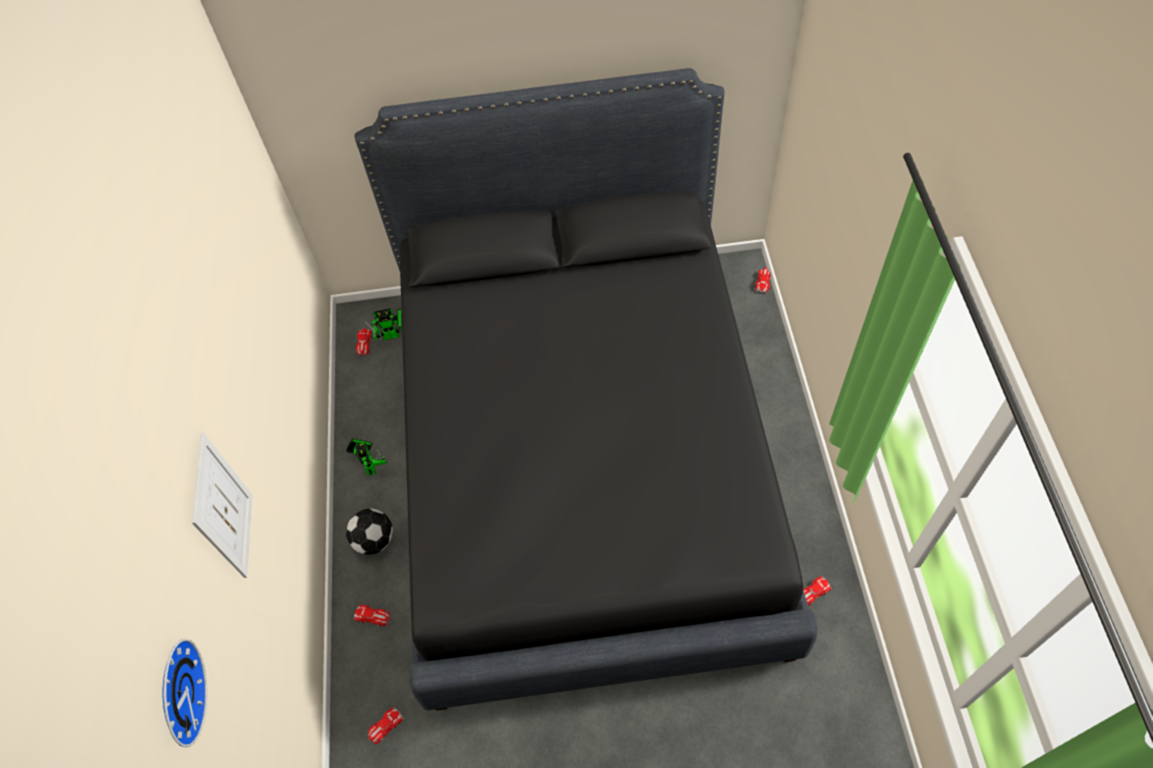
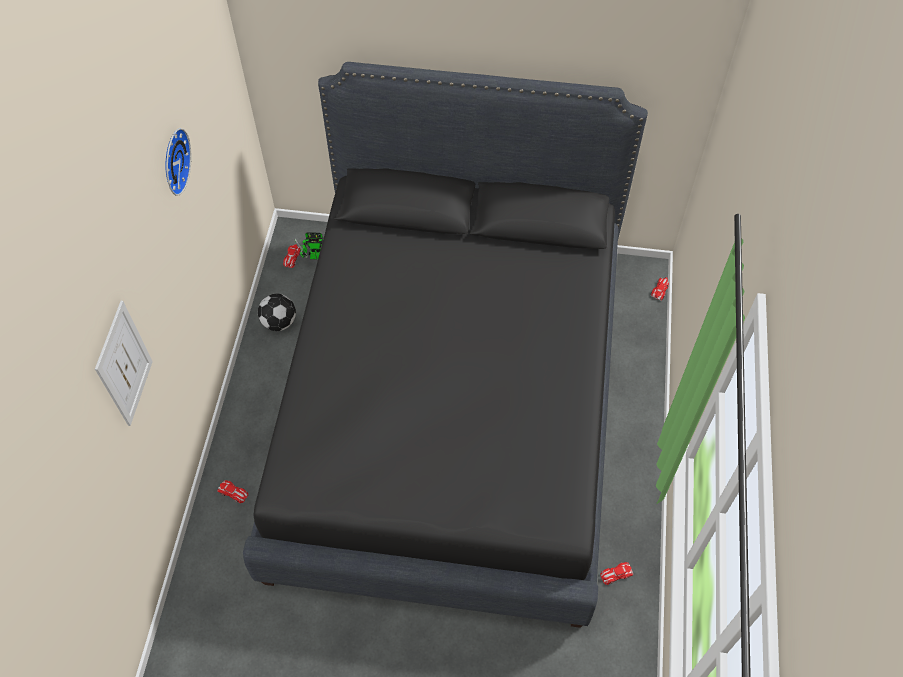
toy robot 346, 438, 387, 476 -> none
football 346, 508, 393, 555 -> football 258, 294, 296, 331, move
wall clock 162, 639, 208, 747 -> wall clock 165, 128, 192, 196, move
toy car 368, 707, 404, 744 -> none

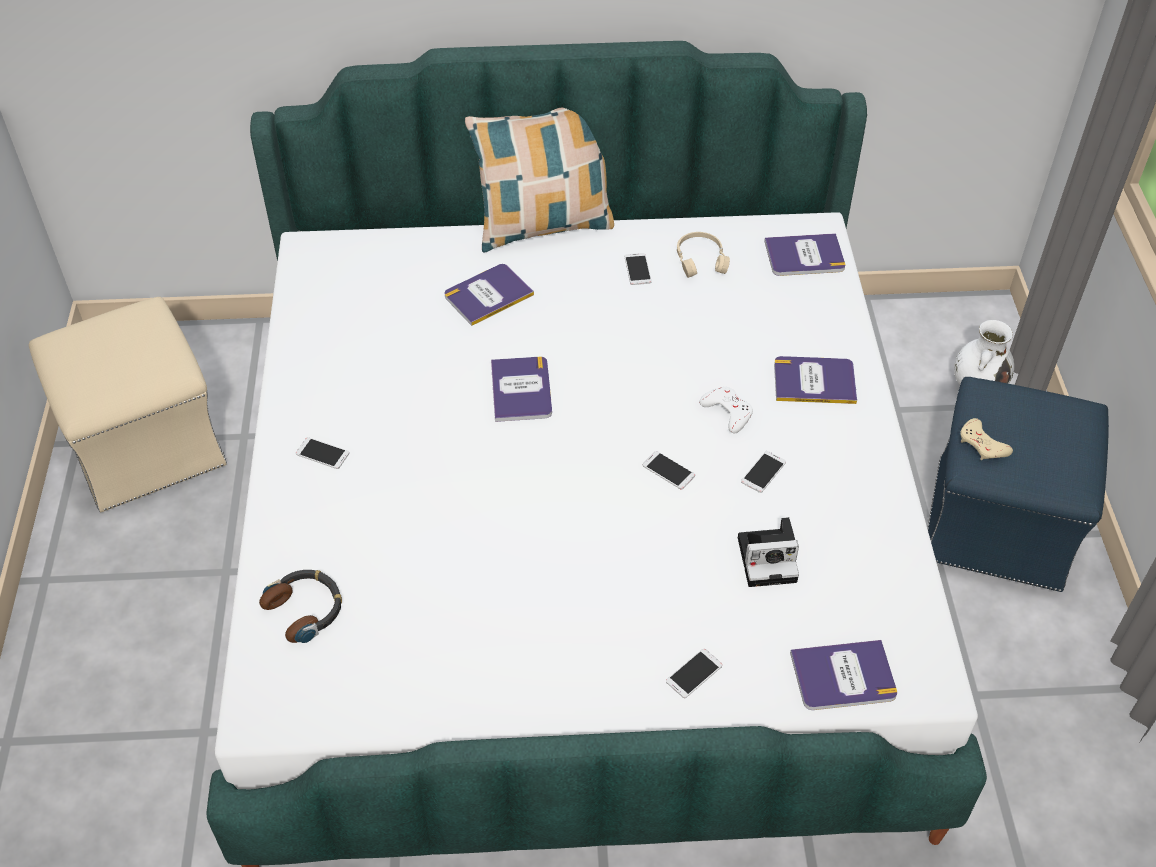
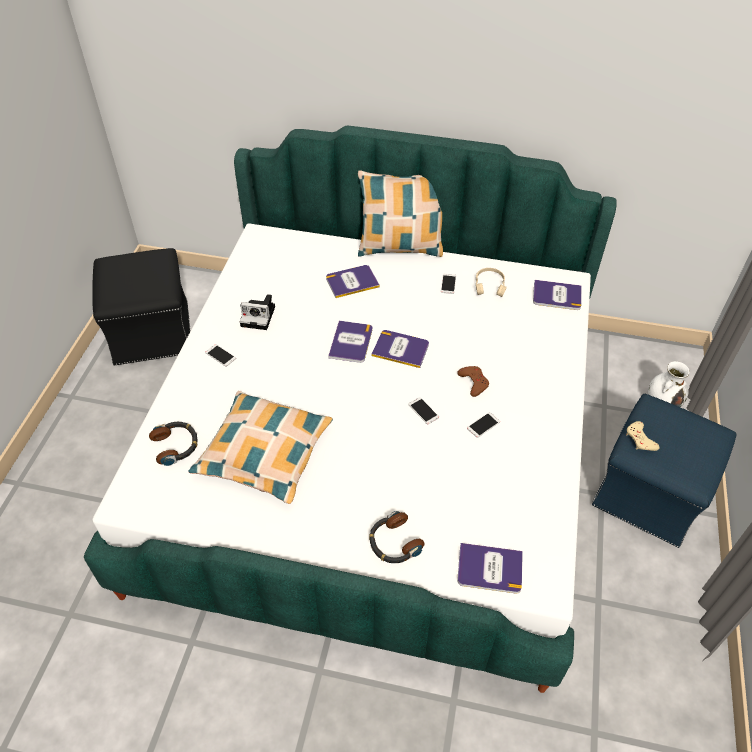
beige ottoman 29, 297, 227, 512 -> black ottoman 92, 248, 191, 366
book 774, 356, 857, 404 -> book 372, 330, 429, 368, move
white game controller 699, 387, 753, 434 -> brown game controller 457, 366, 489, 397
photo camera 738, 517, 799, 587 -> photo camera 240, 294, 275, 330, move
phone 666, 649, 722, 698 -> headphones 369, 511, 424, 563
none -> pillow 188, 391, 333, 504

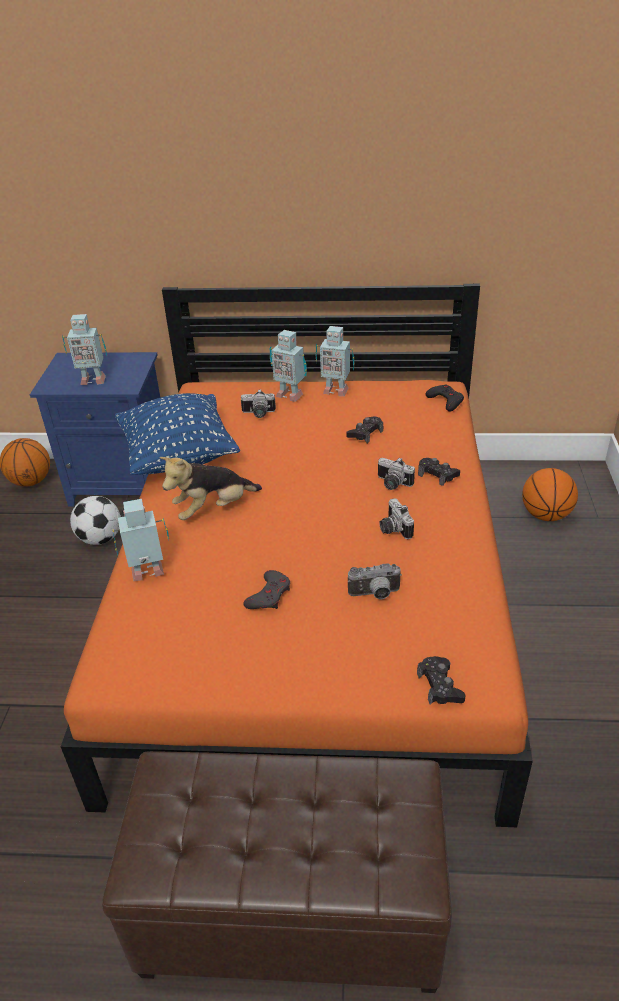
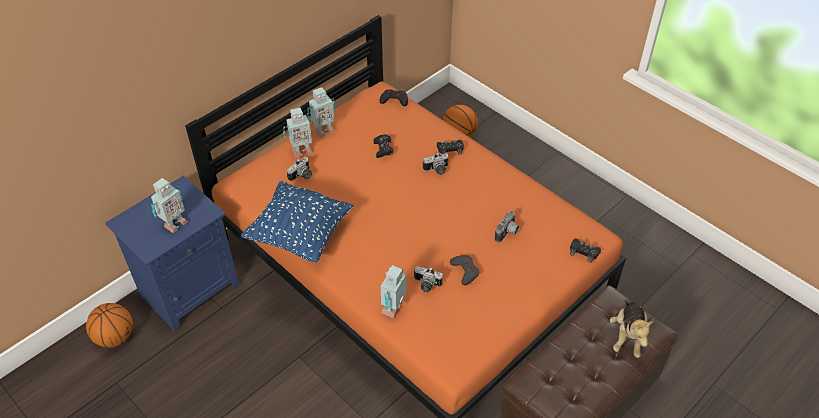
plush toy 159, 457, 262, 520 -> plush toy 610, 300, 653, 358, move
football 70, 496, 121, 545 -> none
photo camera 379, 498, 414, 539 -> photo camera 414, 266, 443, 292, move

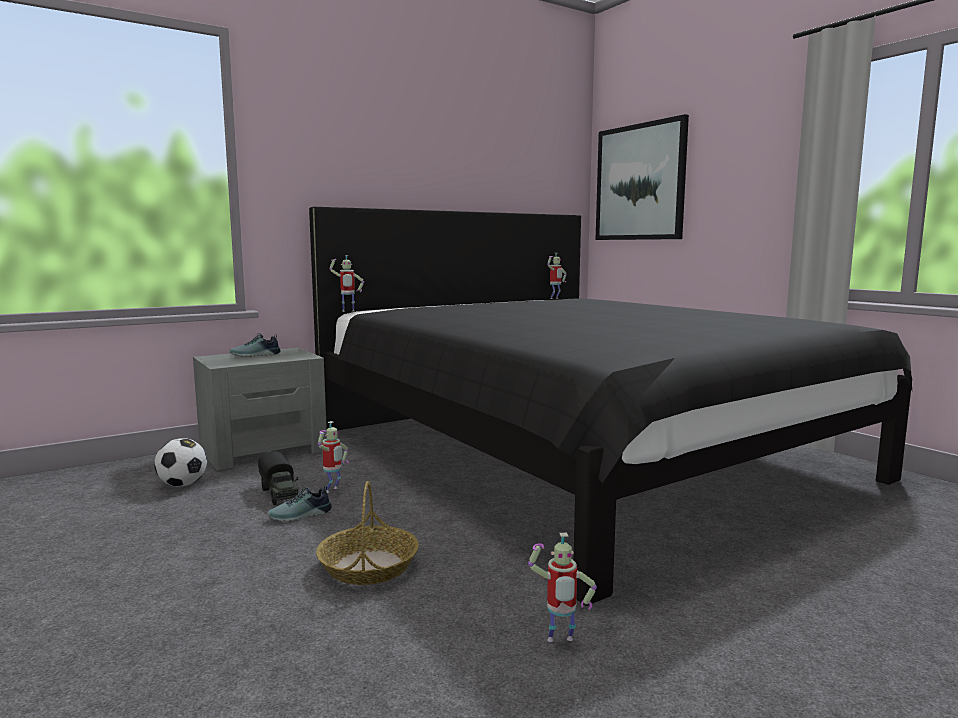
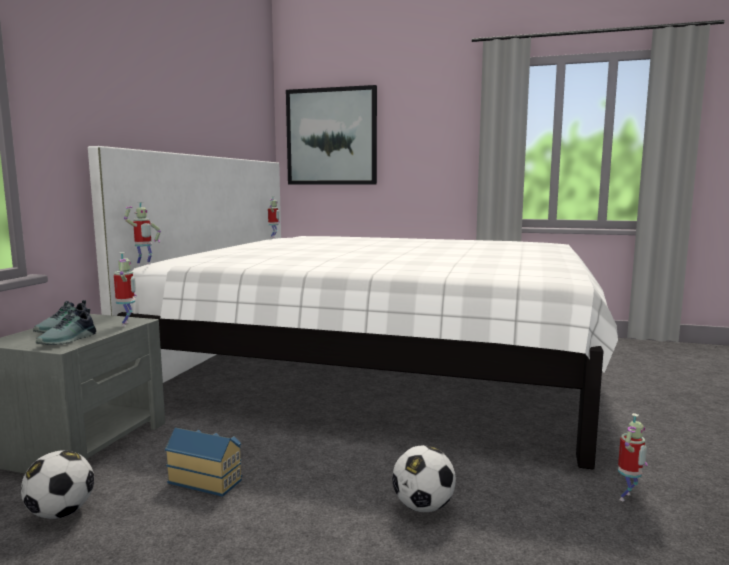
black bed 309, 207, 912, 606 -> white bed 88, 146, 618, 470
toy robot 318, 421, 349, 493 -> toy robot 114, 252, 137, 327, move
toy truck 258, 451, 298, 505 -> toy house 165, 428, 242, 497
basket 316, 481, 419, 585 -> football 392, 445, 456, 512
shoe 267, 485, 332, 522 -> shoe 36, 308, 96, 345, move

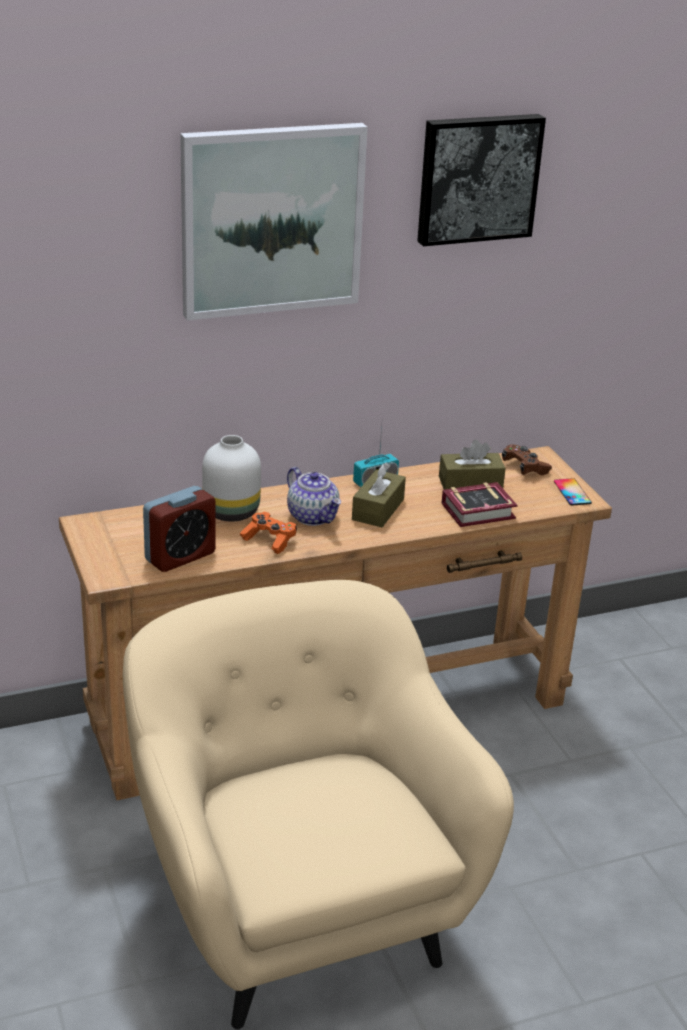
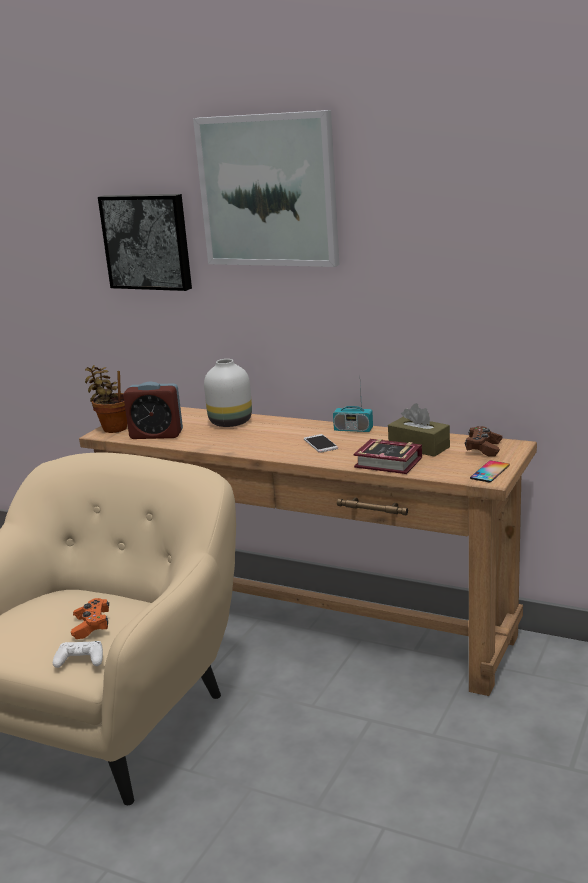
picture 417, 114, 546, 246 -> picture 98, 194, 192, 291, move
brown tissue box 352, 463, 406, 527 -> phone 304, 434, 338, 453
teapot 287, 467, 341, 526 -> none
orange game controller 240, 512, 297, 554 -> orange game controller 71, 598, 109, 639, move
none -> potted plant 85, 365, 127, 433
none -> white game controller 53, 641, 103, 668

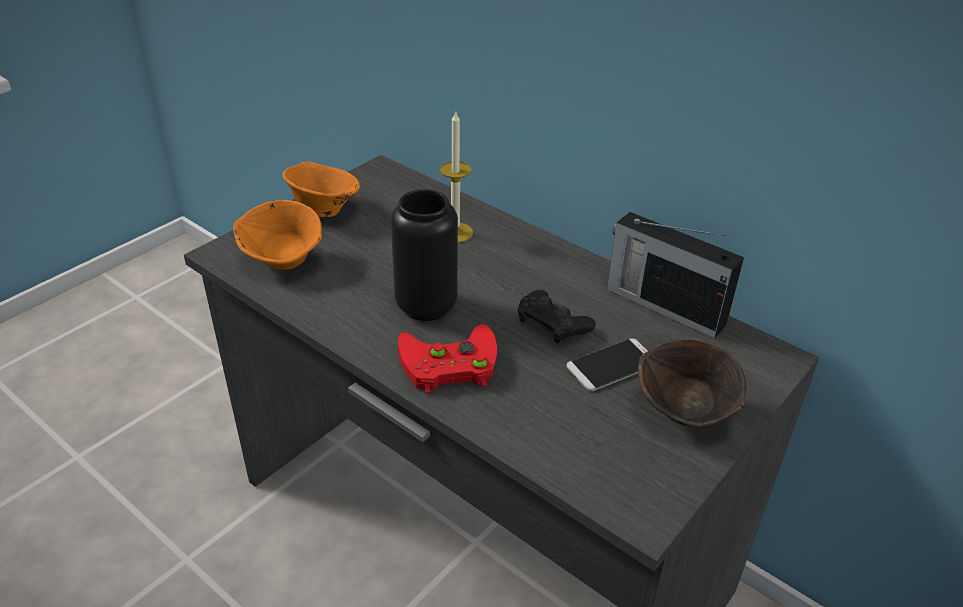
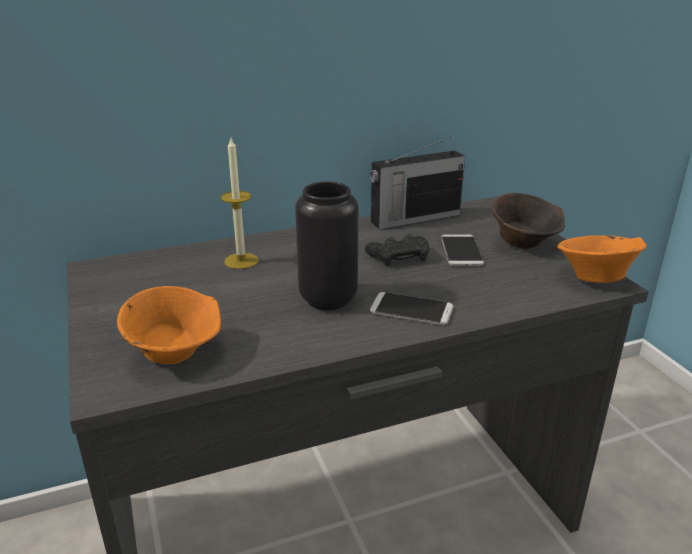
orange bowl 282, 161, 360, 217 -> orange bowl 557, 235, 646, 283, move
red game controller 398, 324, 497, 394 -> phone 370, 292, 453, 325

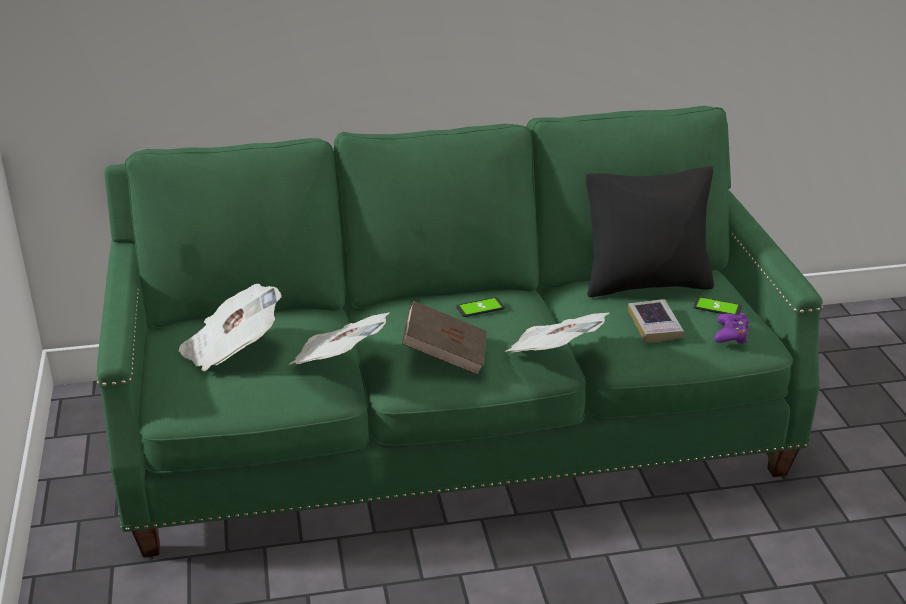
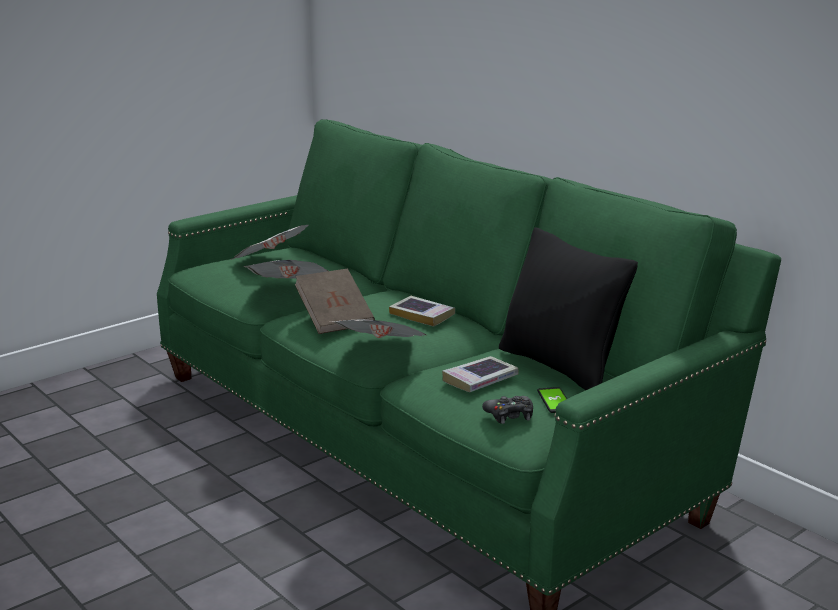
phone 456, 297, 505, 317 -> book 389, 296, 455, 326
purple game controller 714, 313, 749, 344 -> black game controller 482, 396, 533, 424

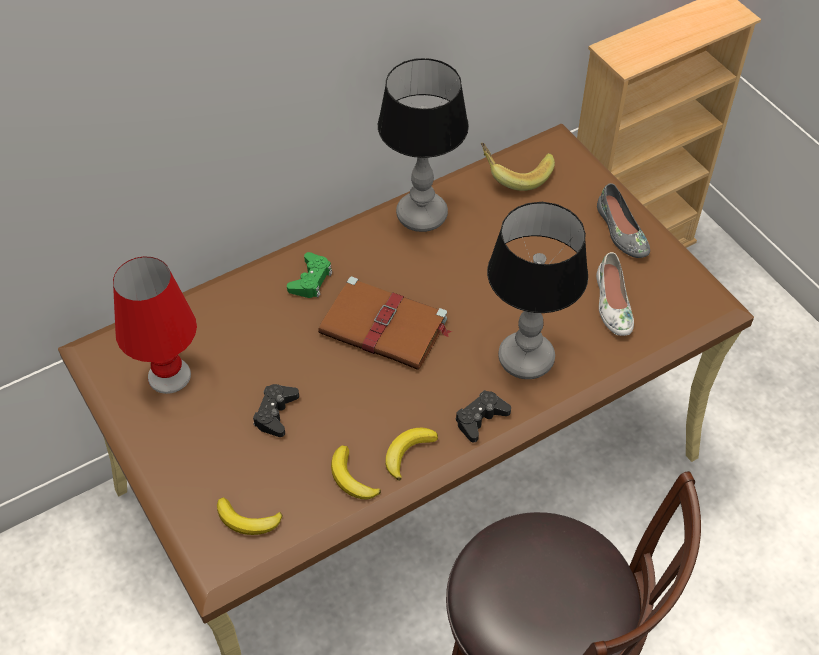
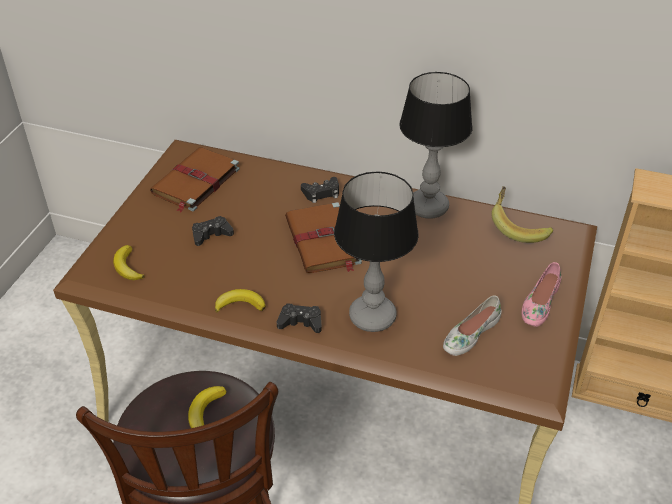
grey shoe 597, 183, 650, 258 -> pink shoe 522, 262, 561, 327
green game controller 287, 252, 332, 298 -> black game controller 301, 177, 339, 203
red table lamp 113, 257, 197, 394 -> brown book 150, 148, 240, 213
banana 331, 446, 381, 500 -> banana 188, 386, 226, 428, move

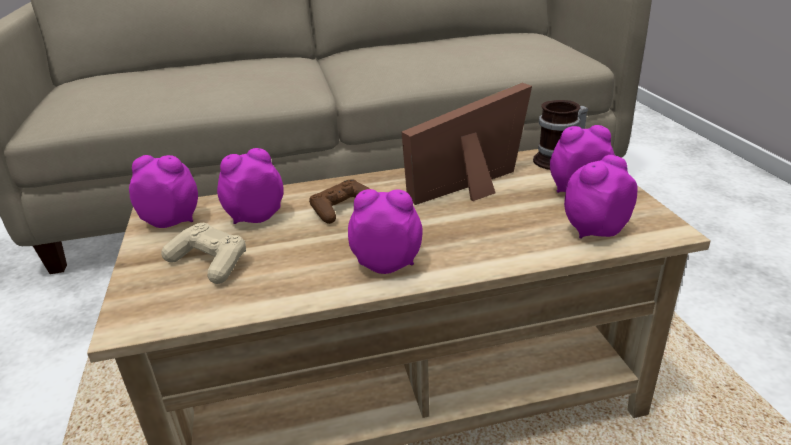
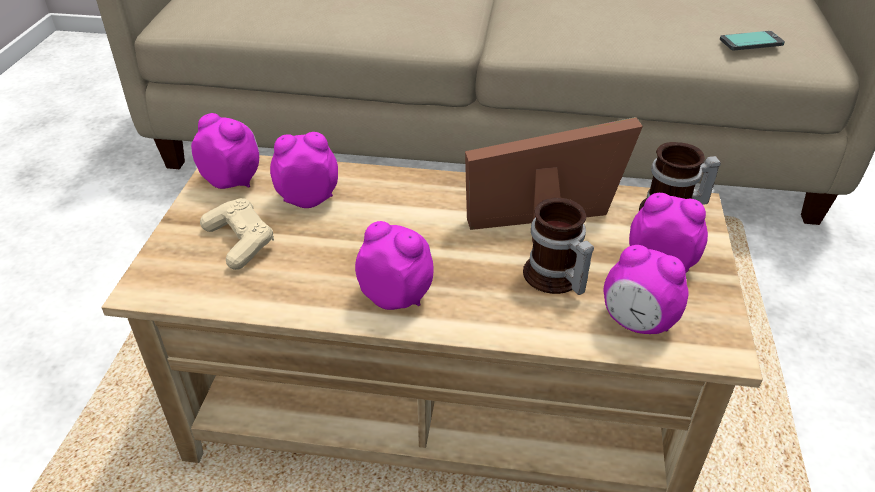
alarm clock 564, 155, 638, 239 -> alarm clock 604, 245, 689, 334, 135 degrees counterclockwise
brown game controller 309, 179, 370, 224 -> none
none -> phone 720, 31, 785, 50
none -> mug 523, 197, 594, 295

